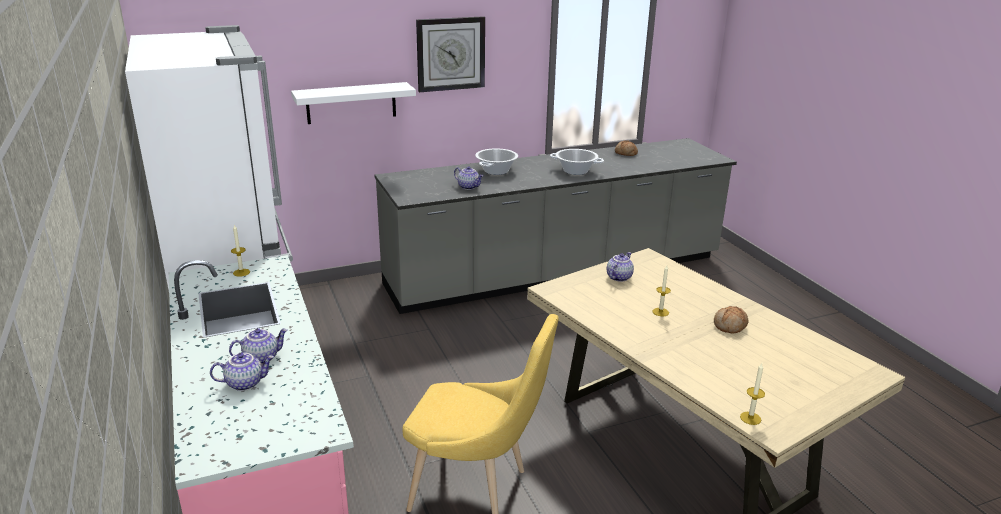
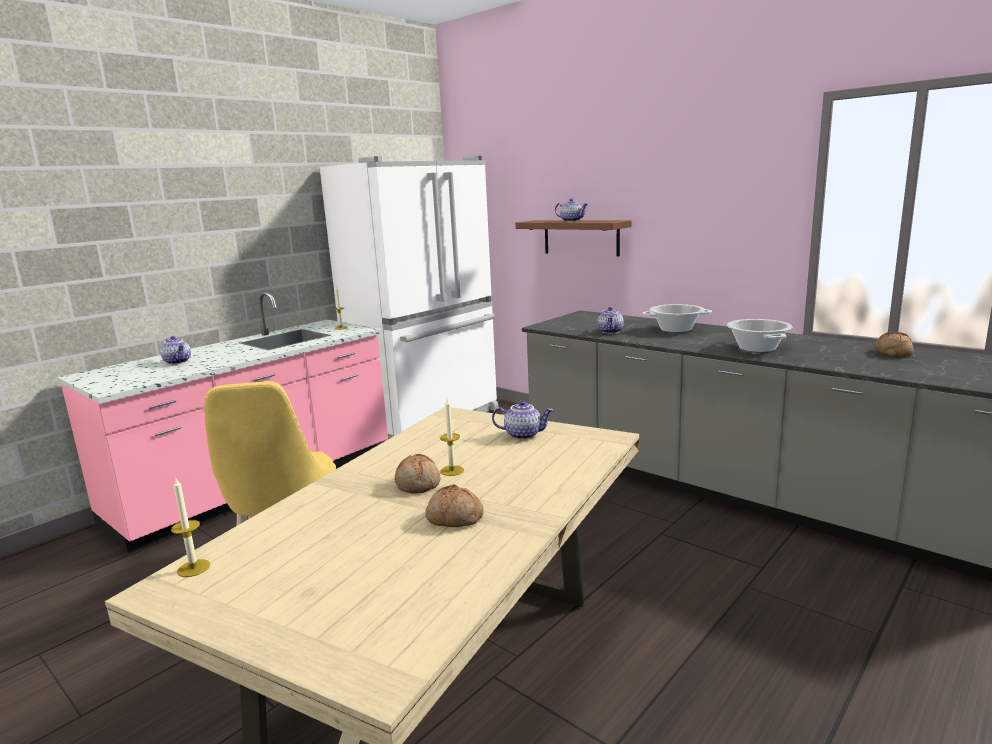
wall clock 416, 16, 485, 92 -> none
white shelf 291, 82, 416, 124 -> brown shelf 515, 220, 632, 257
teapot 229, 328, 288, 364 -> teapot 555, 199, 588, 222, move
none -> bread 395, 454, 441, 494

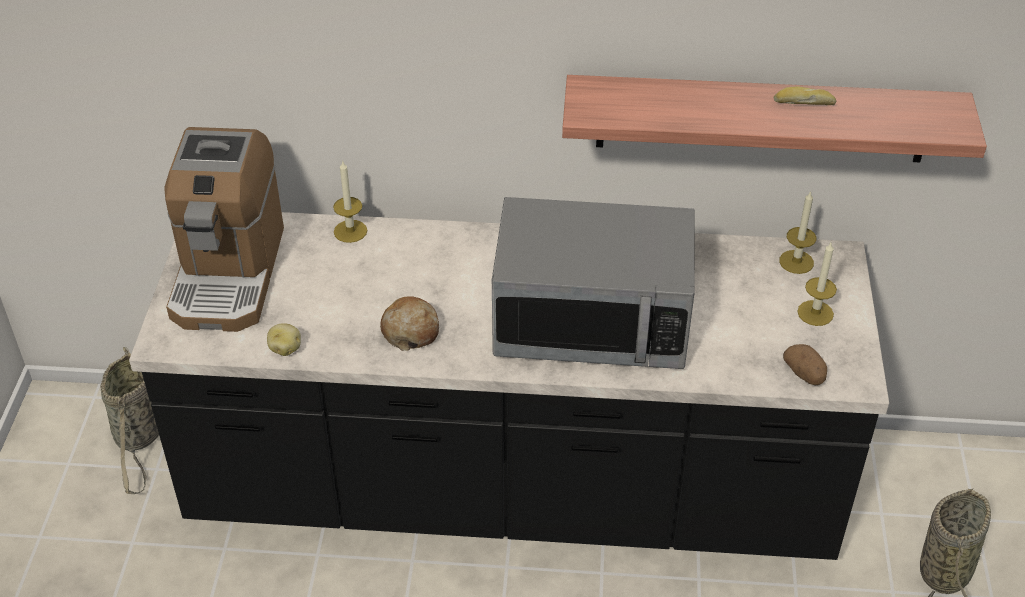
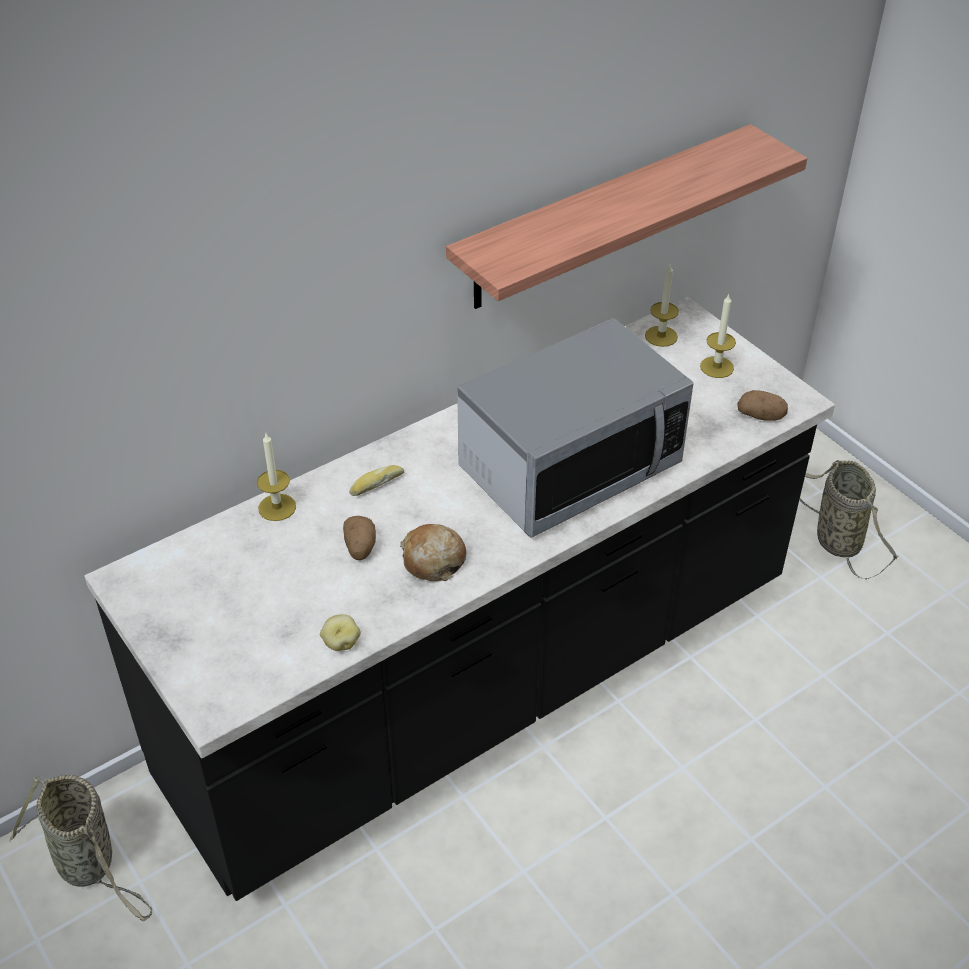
bread 774, 86, 836, 105 -> bread 349, 465, 404, 496, move
coffee machine 164, 127, 284, 332 -> none
none -> potato 343, 516, 376, 561

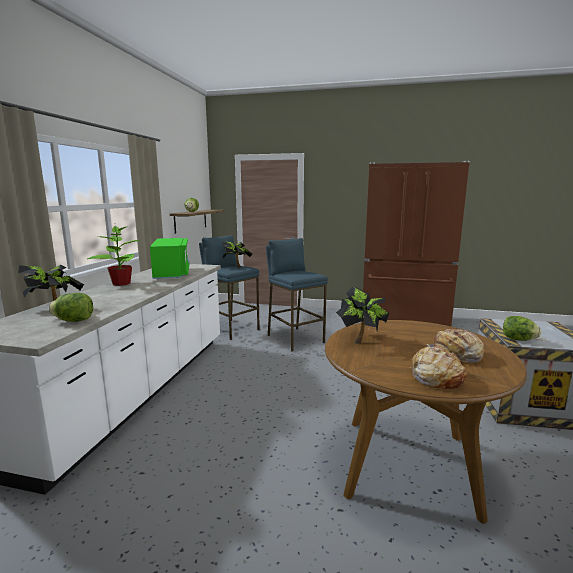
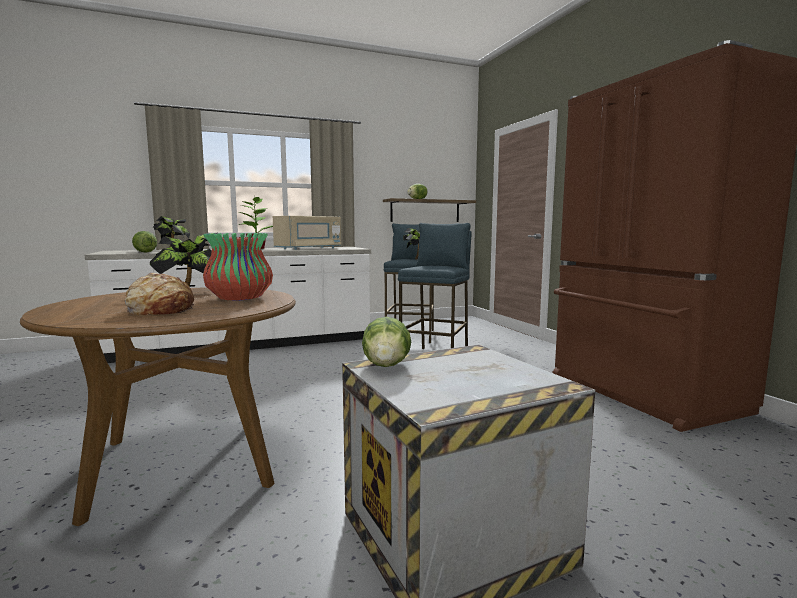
green microwave 150, 238, 190, 279 -> beige microwave 273, 216, 341, 250
bread 409, 346, 467, 389 -> none
none -> vase 203, 233, 273, 301

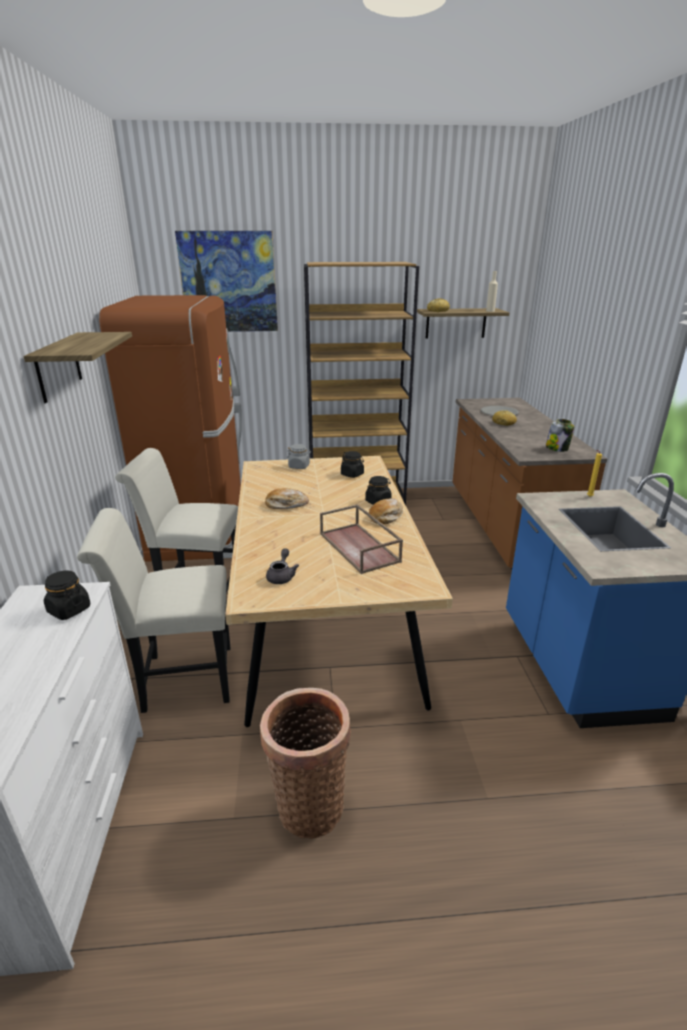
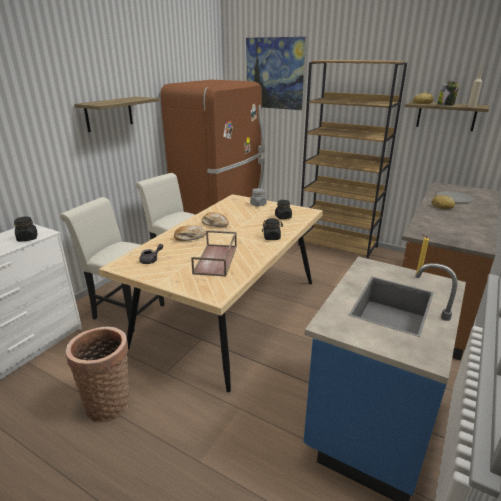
jar 546, 419, 574, 452 -> jar 437, 81, 459, 106, move
bread 369, 498, 403, 524 -> bread 174, 225, 206, 241, move

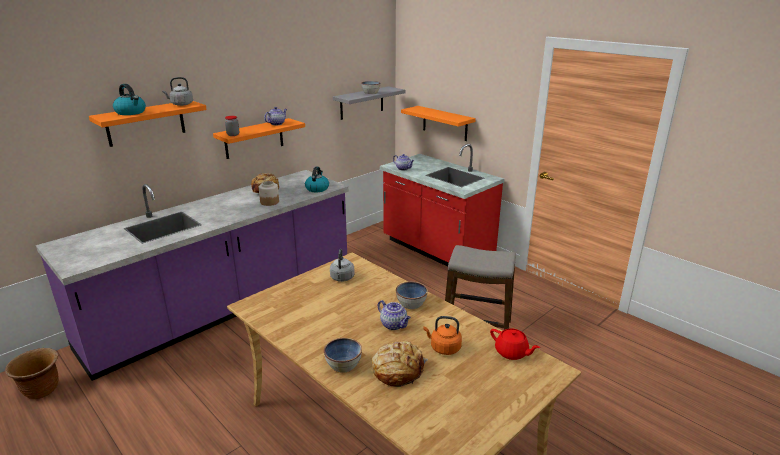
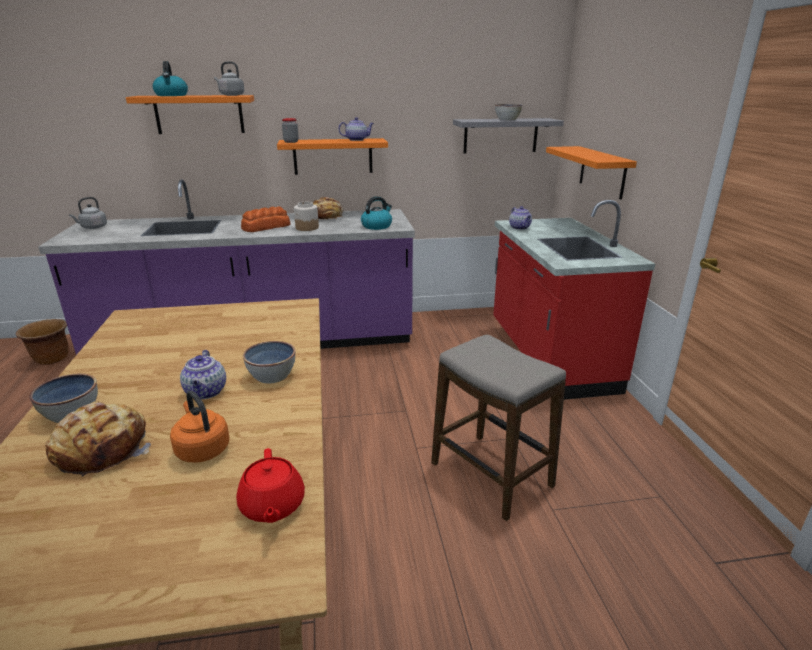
grey kettle 330, 249, 355, 282 -> grey kettle 69, 197, 107, 229, move
none -> bread 241, 206, 290, 232

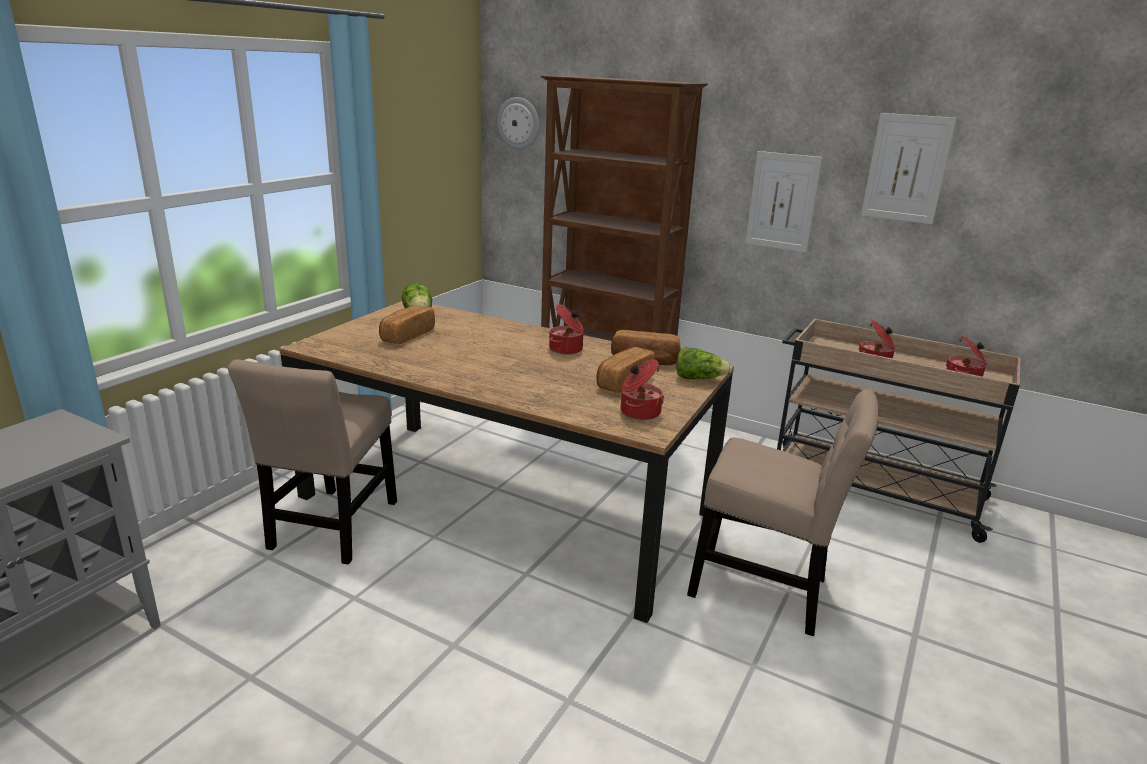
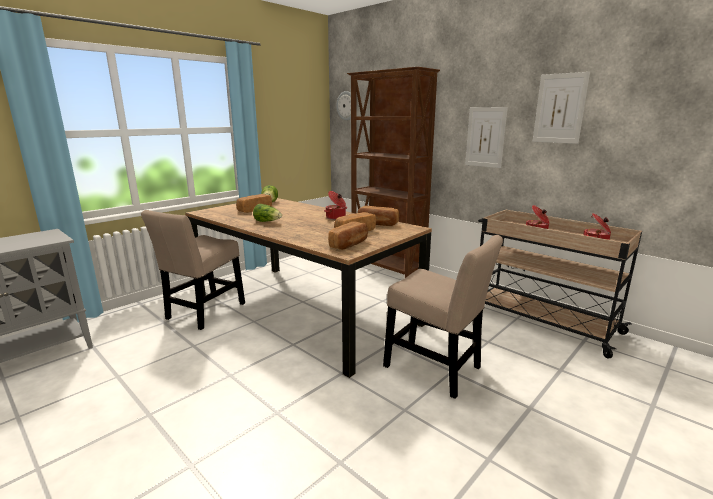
lettuce 676, 347, 733, 380 -> lettuce 253, 204, 282, 222, move
cooking pot 621, 359, 664, 420 -> bread 328, 221, 368, 250

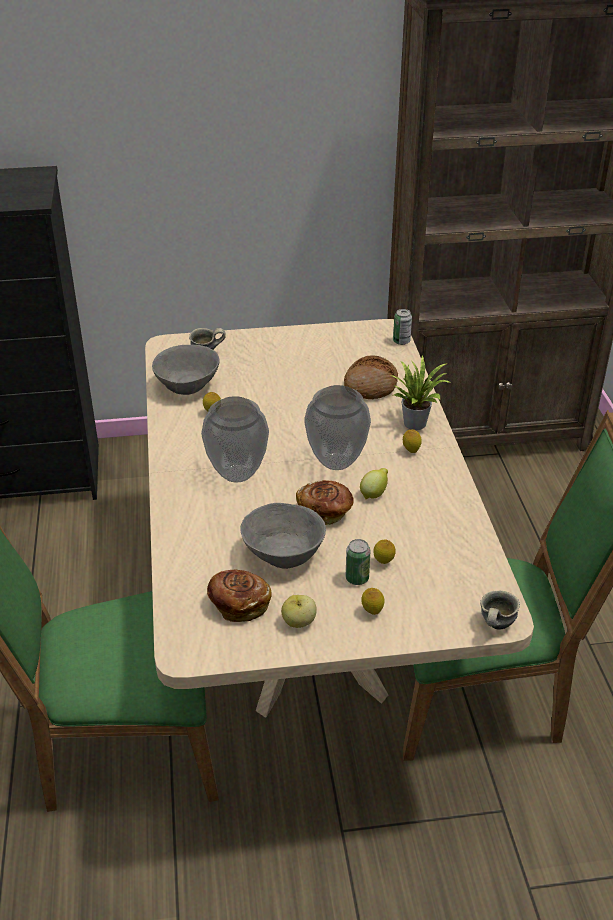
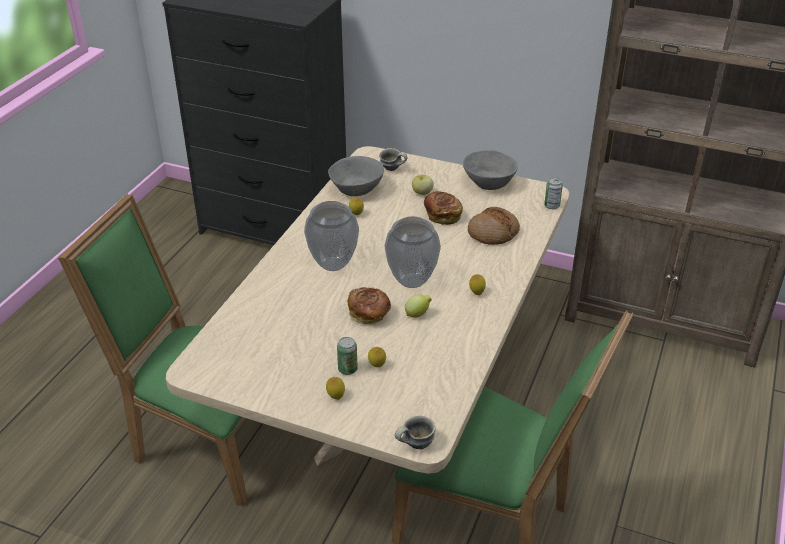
potted plant 391, 355, 452, 430 -> none
grey bowl 240, 503, 326, 569 -> grey bowl 462, 150, 518, 190, move
bread 207, 569, 272, 622 -> bread 424, 191, 463, 225, move
apple 281, 595, 317, 628 -> apple 412, 174, 434, 195, move

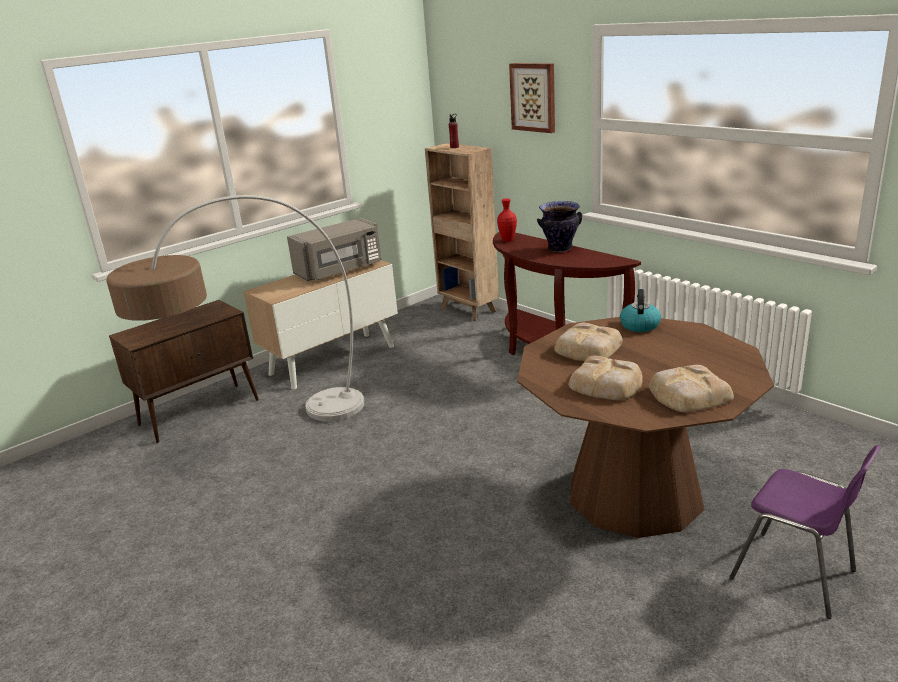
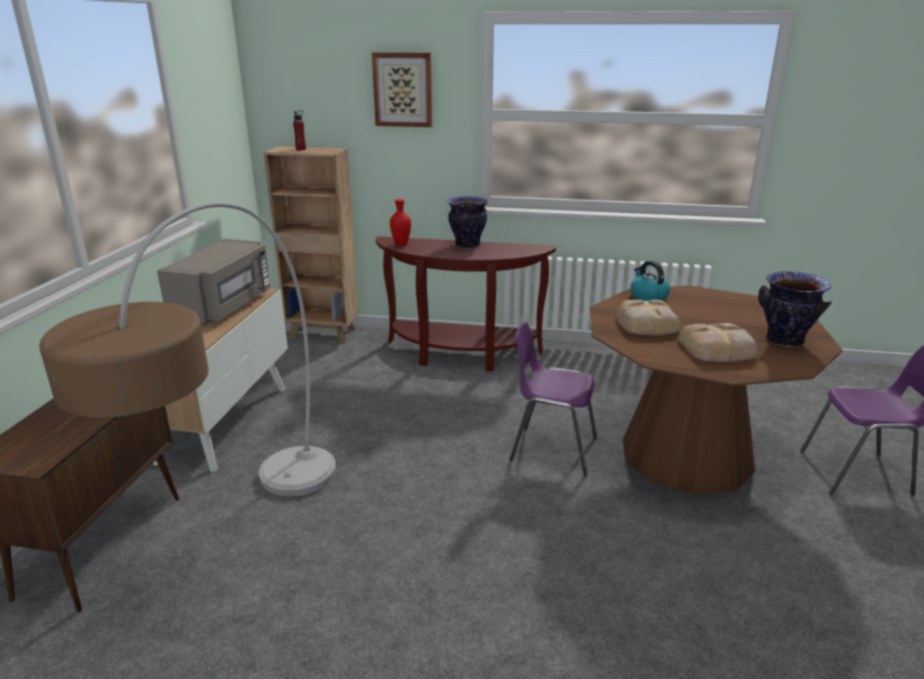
bread 649, 365, 734, 412 -> vase 758, 271, 832, 347
none -> purple chair 509, 322, 597, 477

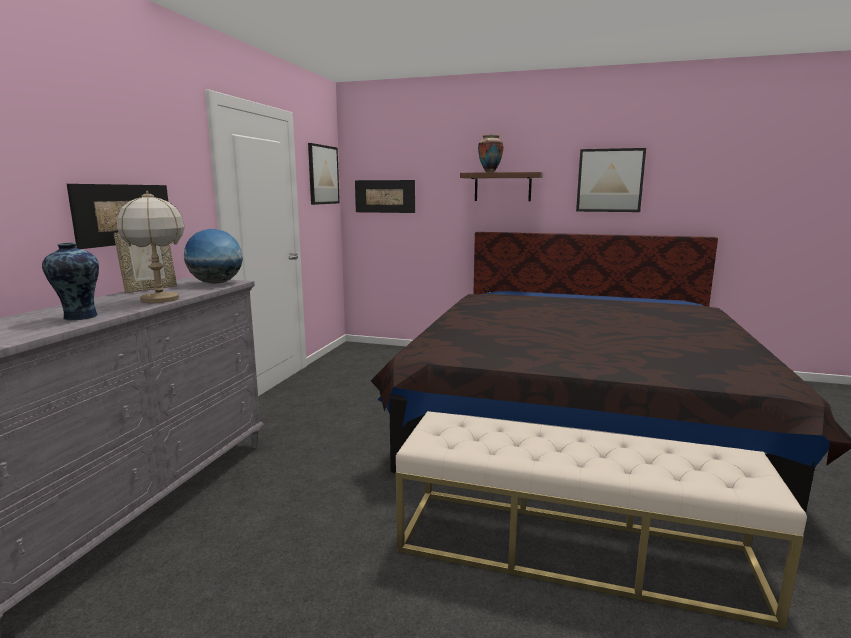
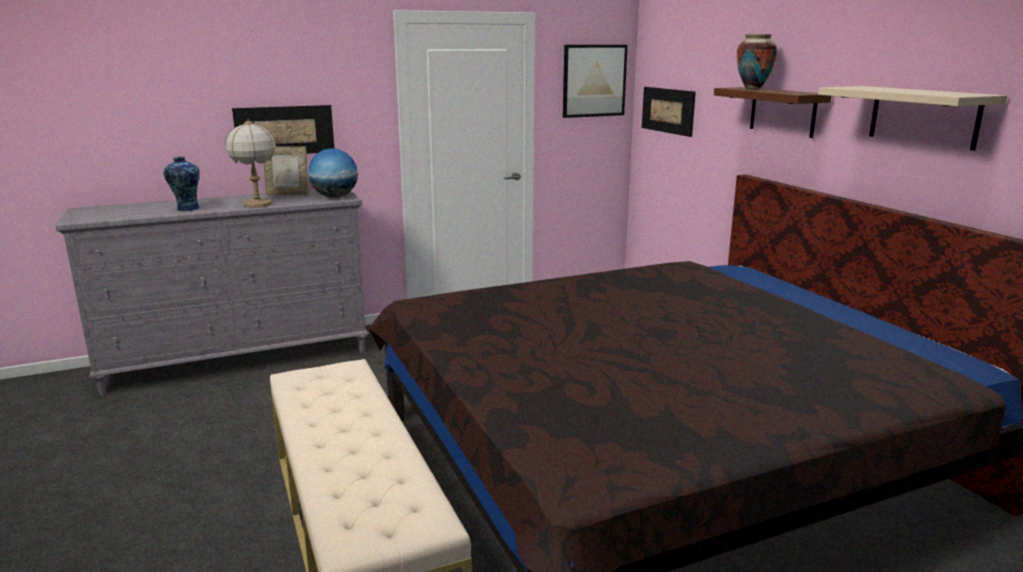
picture 576, 148, 646, 212 -> beige shelf 818, 86, 1007, 151

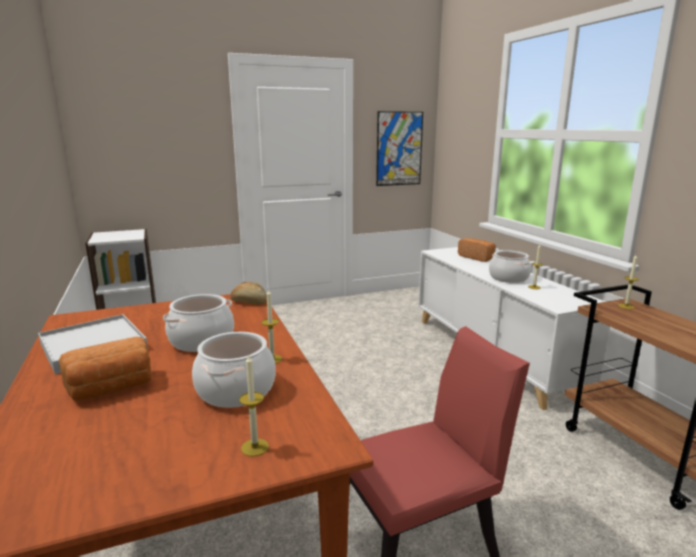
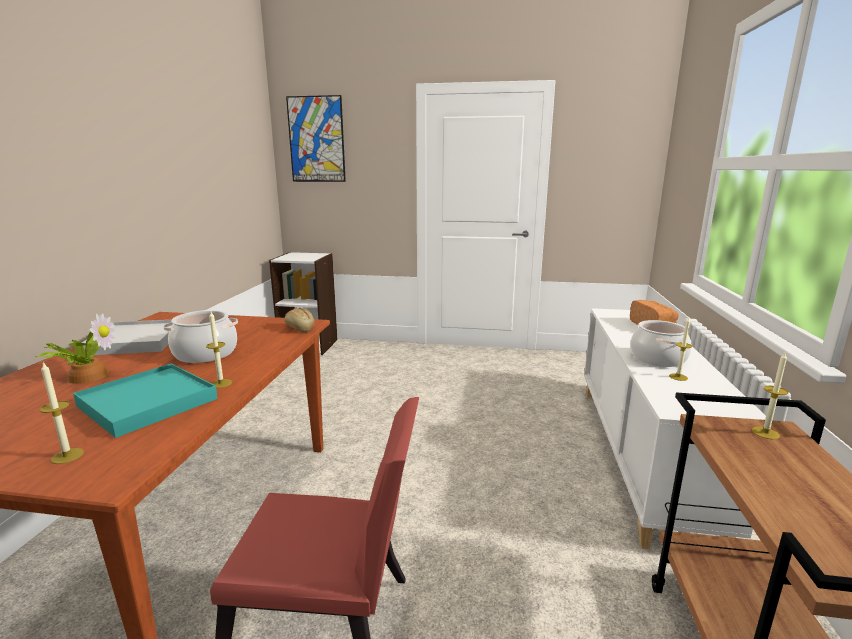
picture 376, 111, 423, 186 -> picture 286, 95, 346, 182, move
cooking pot 192, 332, 276, 408 -> turquoise tray 73, 364, 218, 438
bread 59, 337, 152, 400 -> potted plant 35, 313, 116, 384

